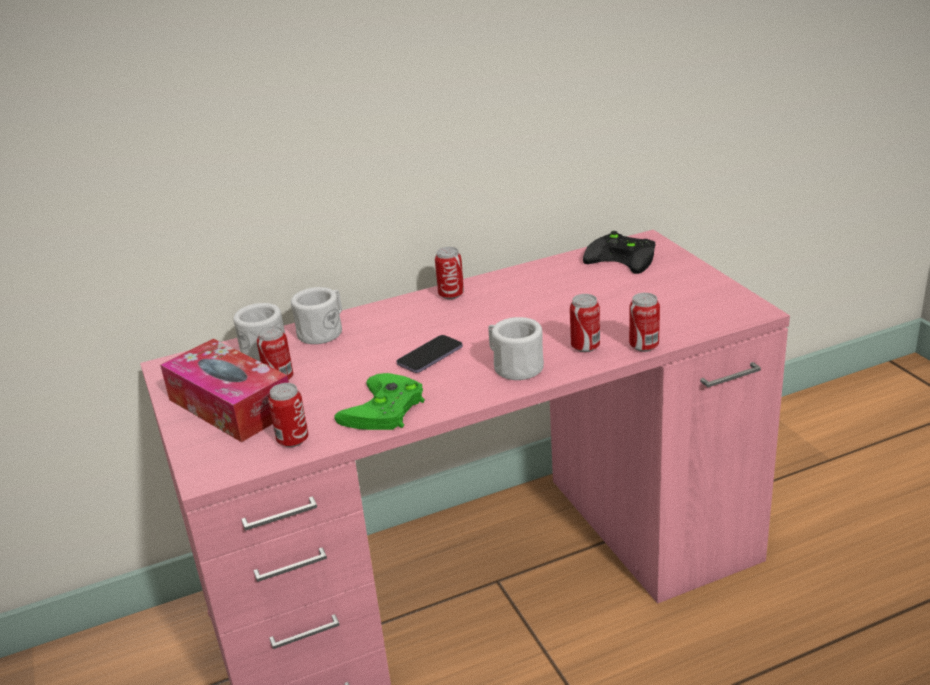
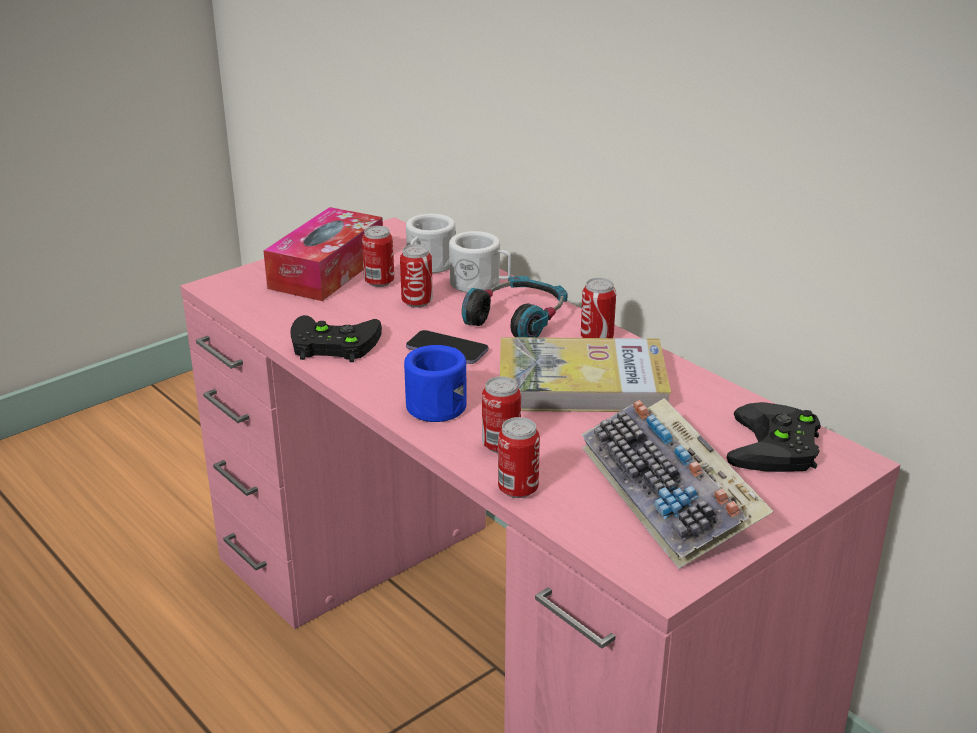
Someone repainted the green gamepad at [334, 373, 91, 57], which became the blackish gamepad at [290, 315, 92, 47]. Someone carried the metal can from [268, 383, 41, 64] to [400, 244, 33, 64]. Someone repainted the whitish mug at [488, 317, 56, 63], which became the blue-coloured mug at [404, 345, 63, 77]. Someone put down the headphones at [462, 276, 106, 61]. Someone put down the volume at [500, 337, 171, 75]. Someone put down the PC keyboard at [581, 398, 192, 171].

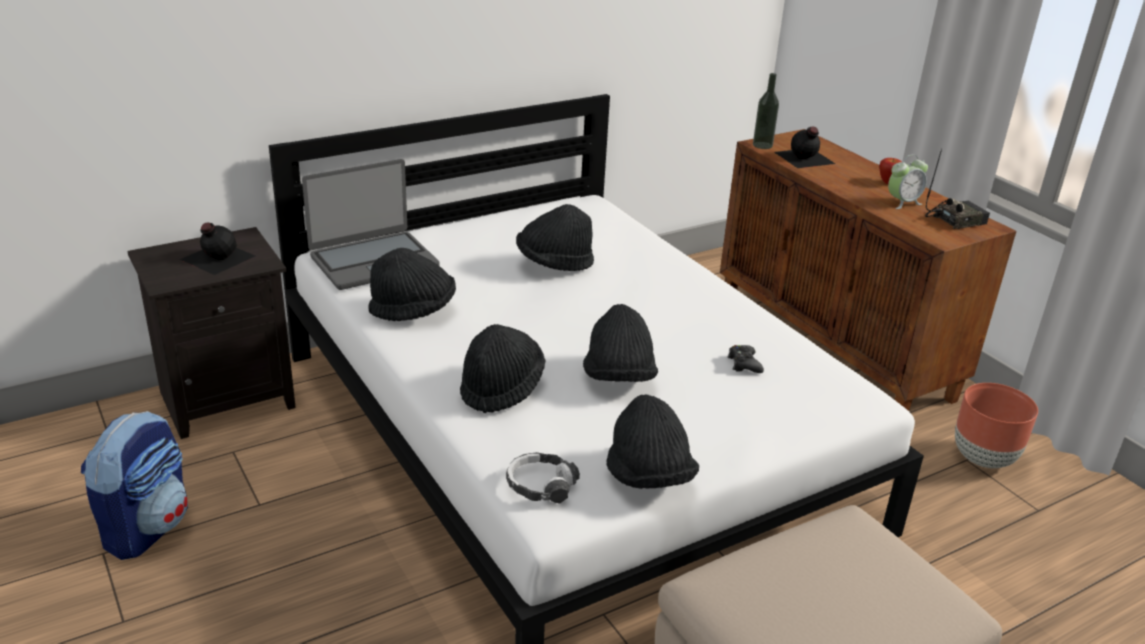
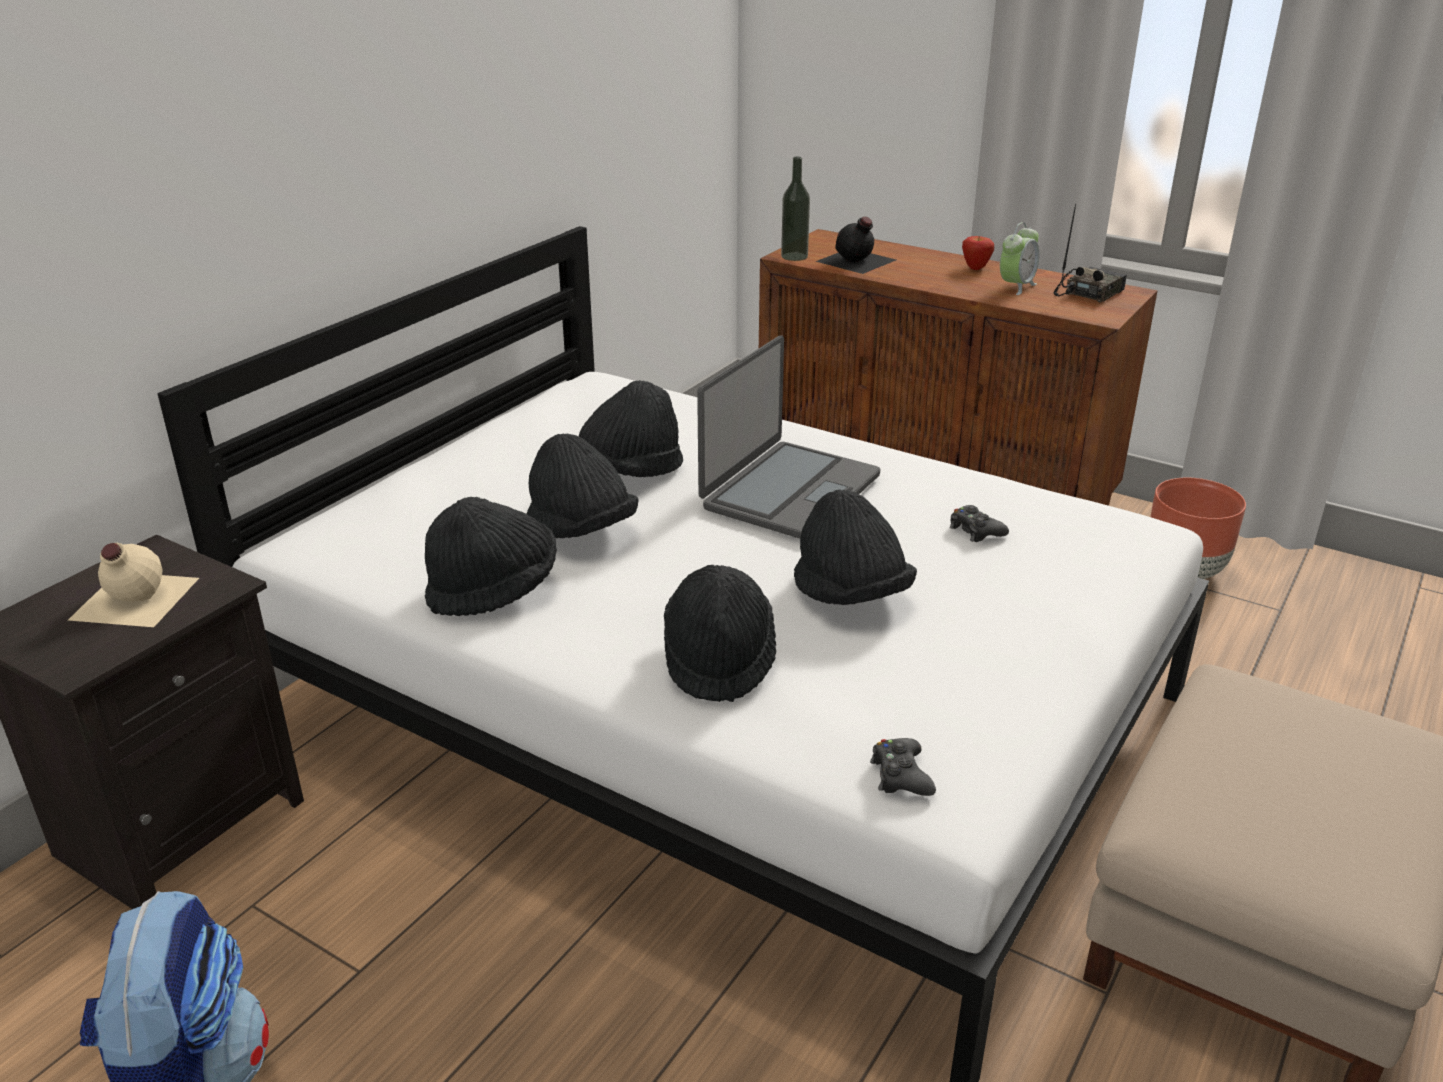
Someone repainted the blackish beverage bottle at [180, 223, 75, 52], which became the beige beverage bottle at [68, 543, 131, 84]. Someone carried the blackish wearable hat from [606, 394, 93, 95] to [527, 434, 112, 104]. Someone carried the notebook computer from [302, 159, 137, 131] to [697, 335, 183, 204]. Someone swapped the headphones at [506, 452, 74, 52] for the blackish gamepad at [870, 738, 66, 58].

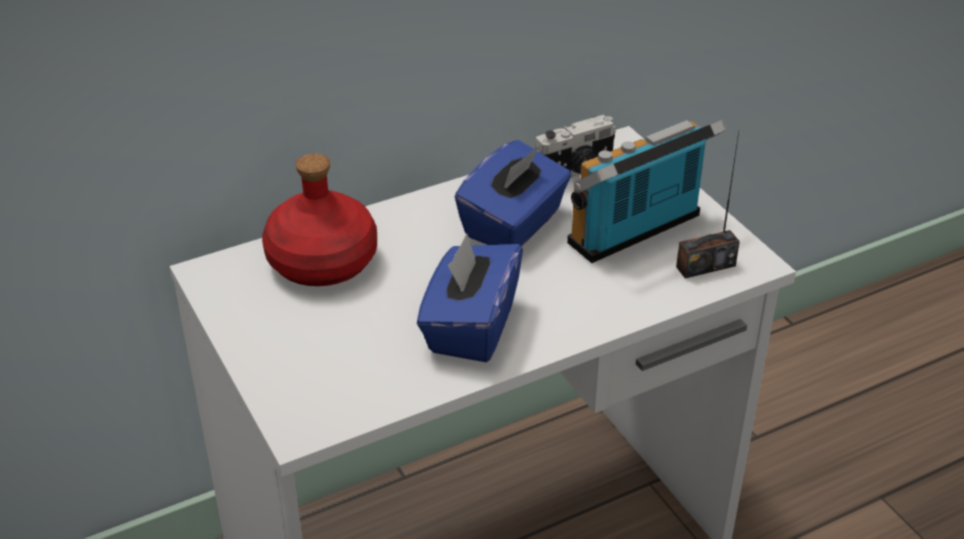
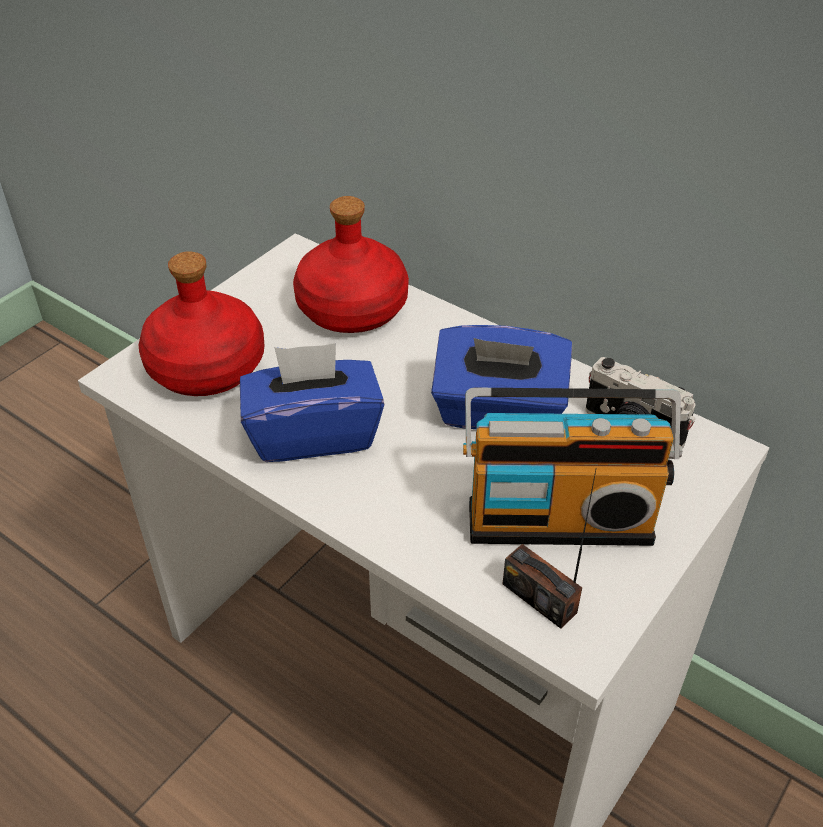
Someone put down the red-coloured beverage bottle at [139, 251, 125, 145]. Someone rotated the radio set at [567, 120, 159, 143] by 150 degrees clockwise.

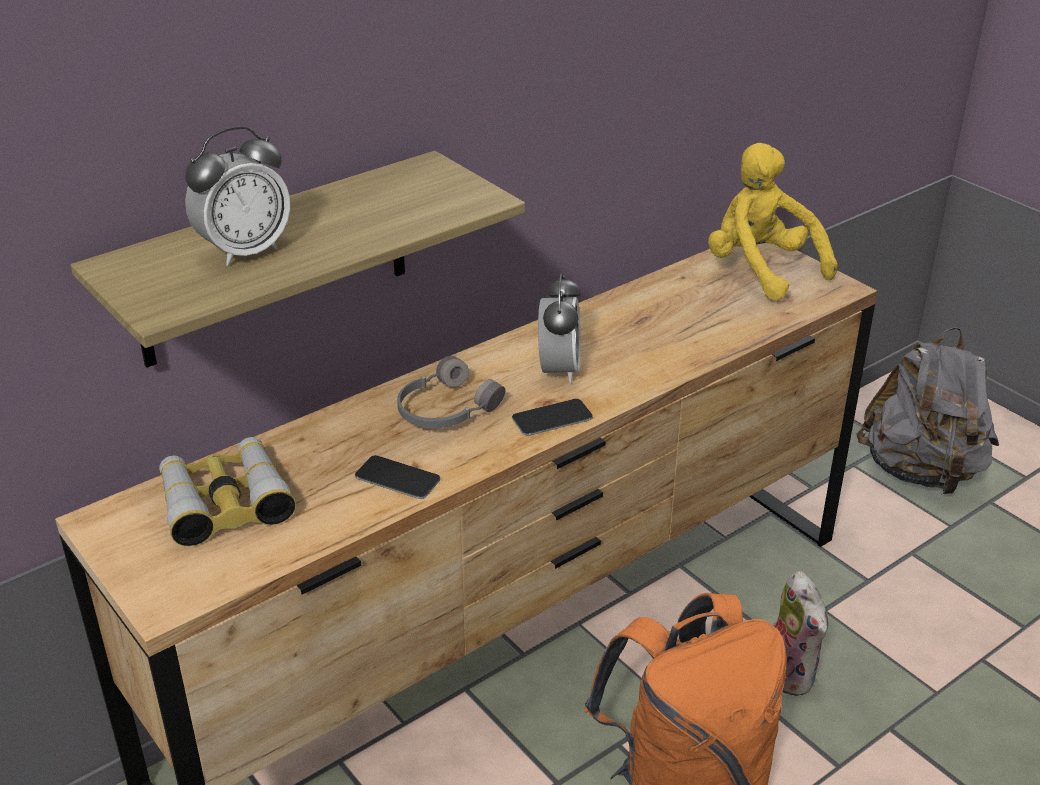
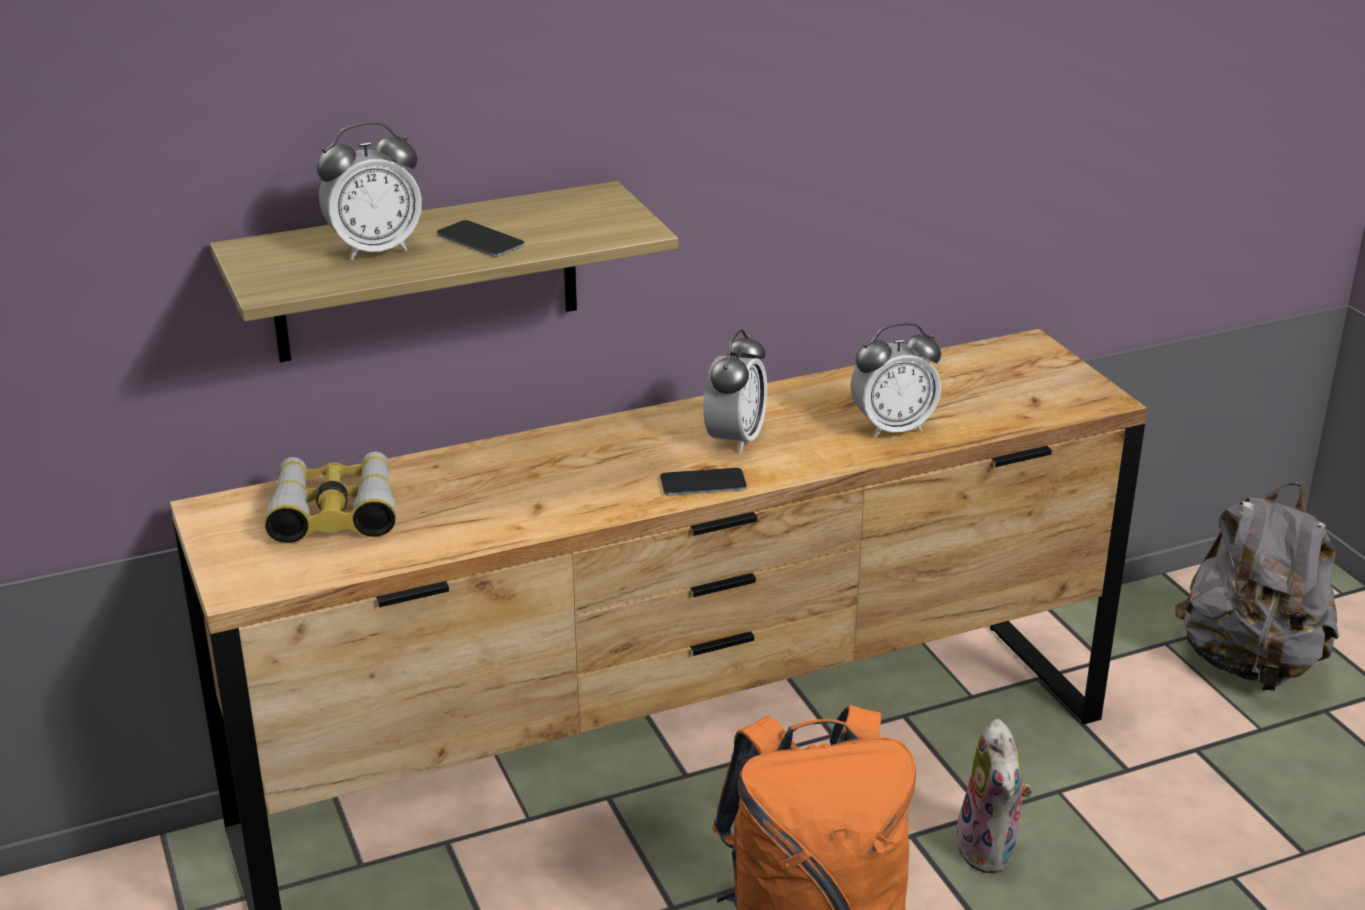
Someone carried the telephone from [355, 455, 85, 44] to [437, 220, 87, 37]. Someone put down the table clock at [851, 323, 90, 115]. Someone took away the grey headphones at [397, 356, 108, 72]. Someone took away the yellow cuddly toy at [708, 143, 130, 158].

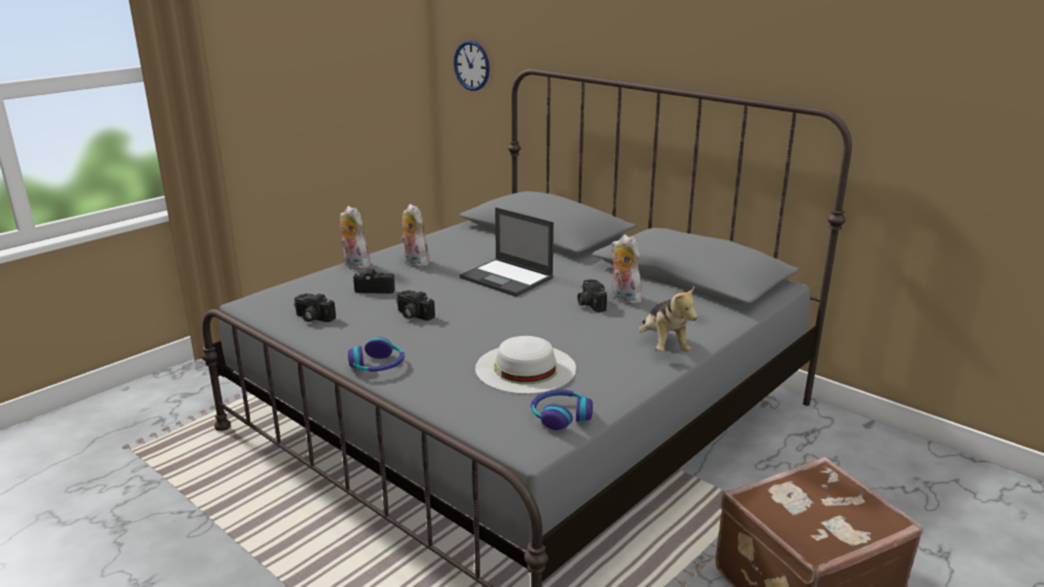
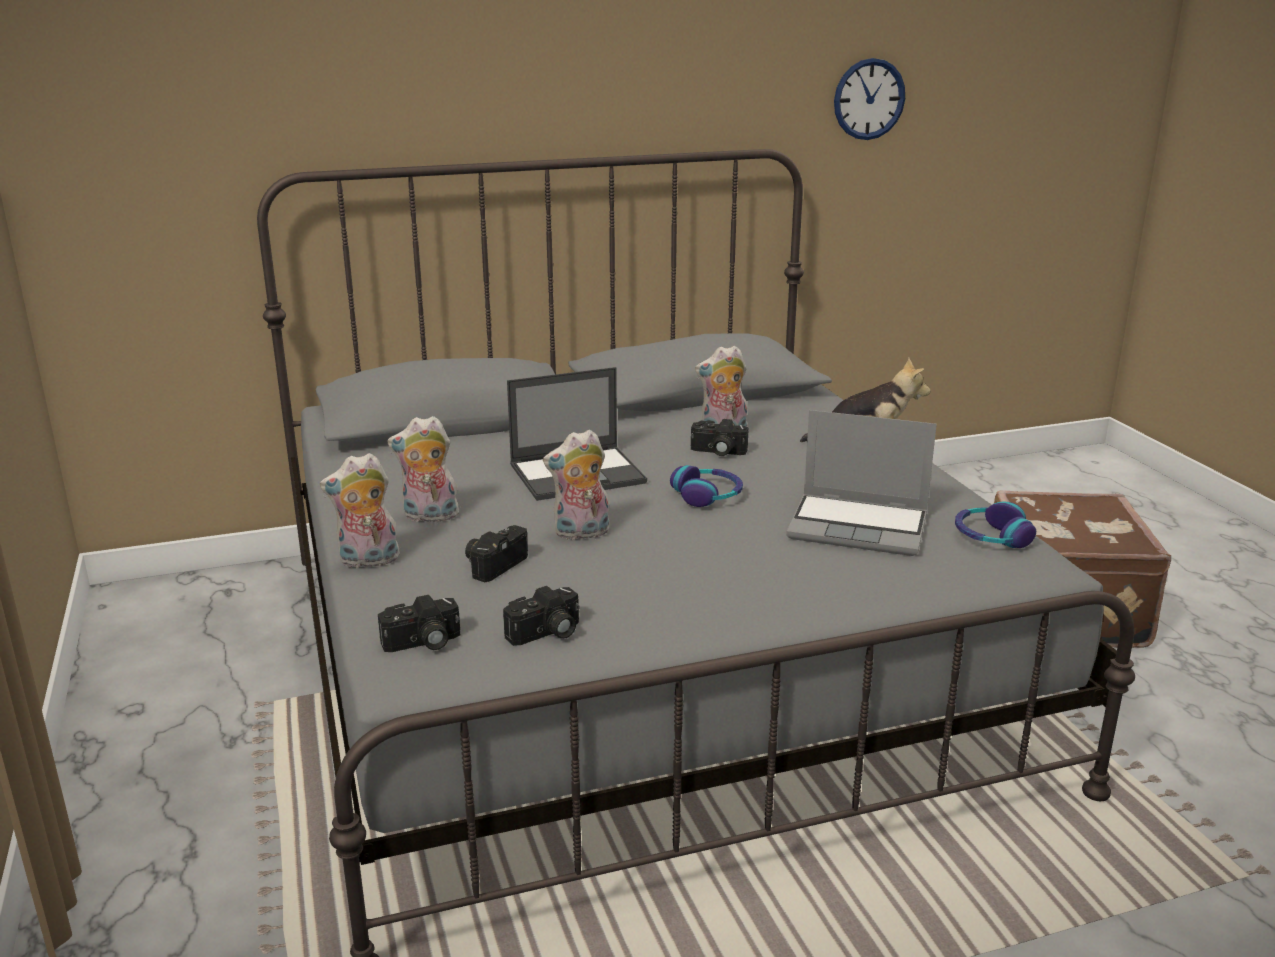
Someone carried the still camera from [396, 290, 39, 31] to [378, 595, 82, 57]. Someone put down the cuddly toy at [543, 429, 66, 111]. Someone carried the headphones from [348, 337, 56, 35] to [670, 465, 73, 42]. Someone swapped the whitish wearable hat at [475, 336, 101, 58] for the notebook computer at [786, 410, 151, 146]. Someone carried the hanging clock from [454, 40, 36, 51] to [834, 58, 71, 82].

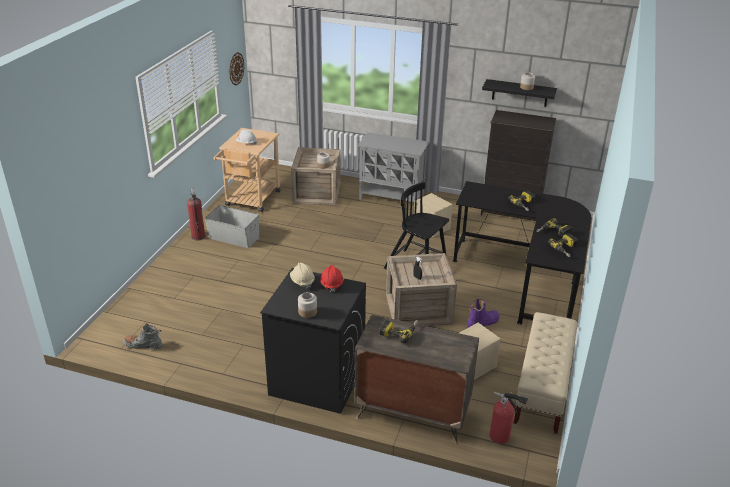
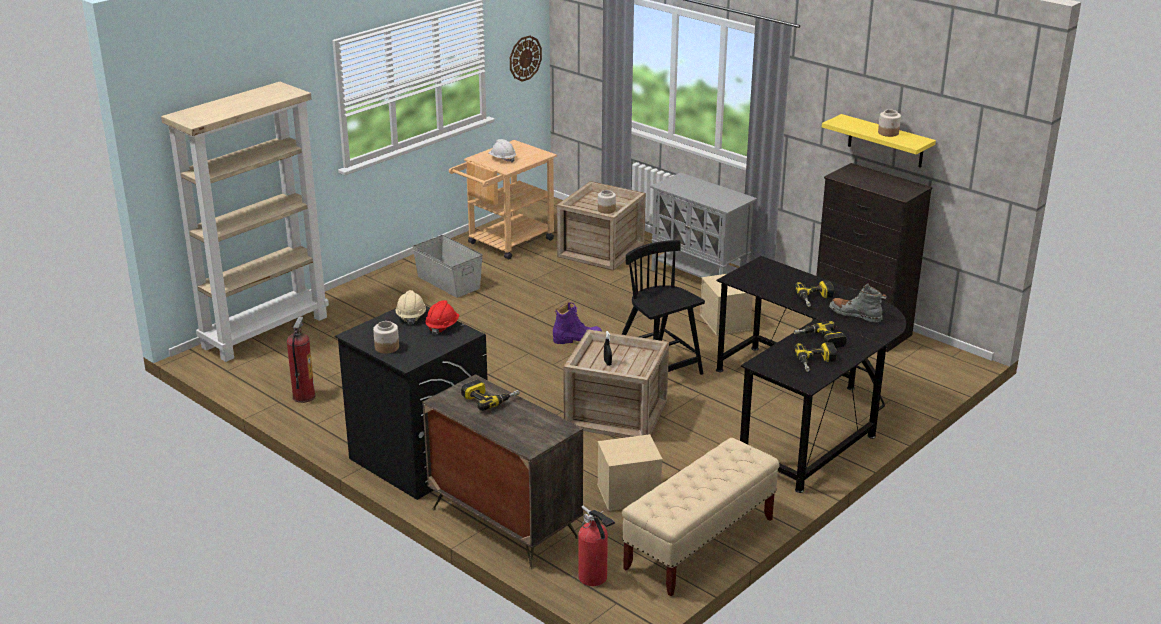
Someone put down the beige bookshelf at [161, 82, 168, 280]. Someone carried the extinguisher from [187, 187, 18, 53] to [287, 317, 28, 86]. Someone carried the purple-coloured high-top boot from [467, 299, 32, 29] to [553, 302, 49, 42]. Someone repainted the blackish bracket shelf at [482, 79, 75, 28], which became the yellow bracket shelf at [822, 114, 114, 54]. Someone carried the grey high-top boot from [123, 323, 39, 27] to [829, 283, 58, 40].

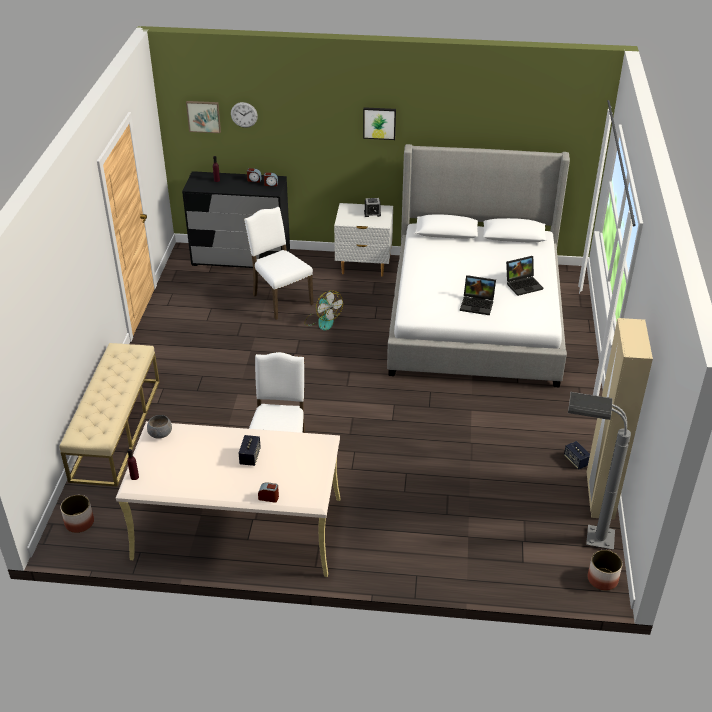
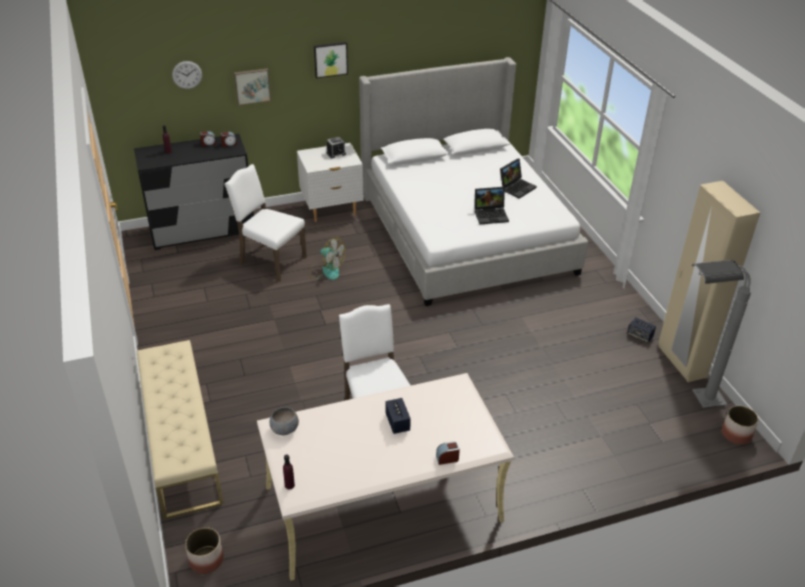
Someone carried the wall picture from [186, 101, 35, 32] to [234, 69, 37, 36].

